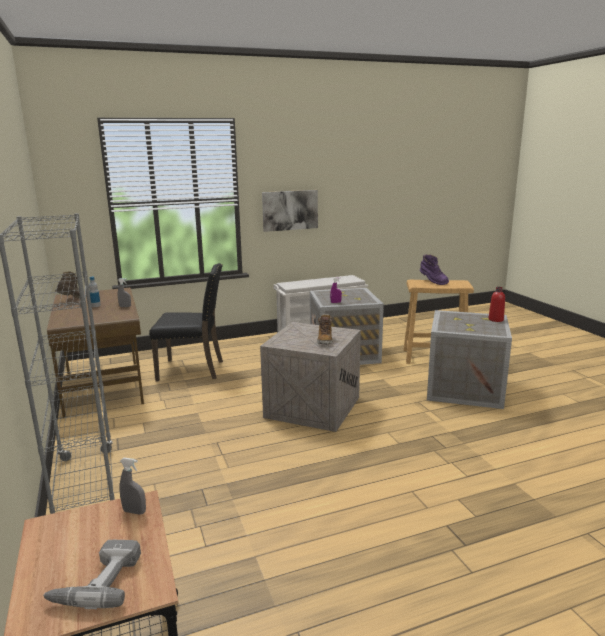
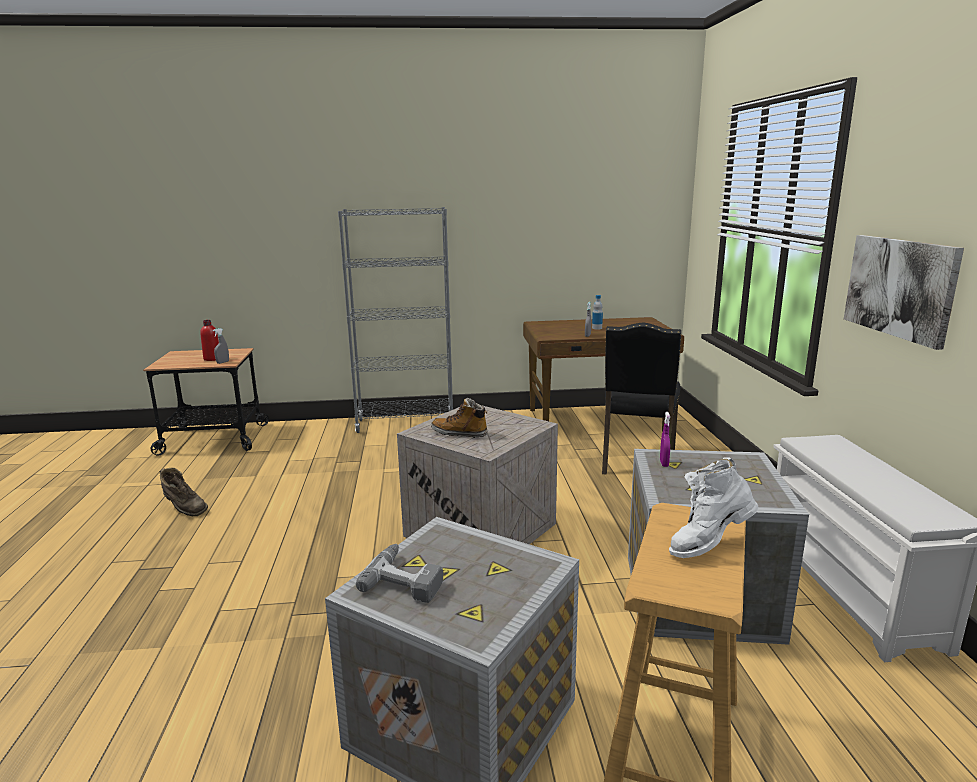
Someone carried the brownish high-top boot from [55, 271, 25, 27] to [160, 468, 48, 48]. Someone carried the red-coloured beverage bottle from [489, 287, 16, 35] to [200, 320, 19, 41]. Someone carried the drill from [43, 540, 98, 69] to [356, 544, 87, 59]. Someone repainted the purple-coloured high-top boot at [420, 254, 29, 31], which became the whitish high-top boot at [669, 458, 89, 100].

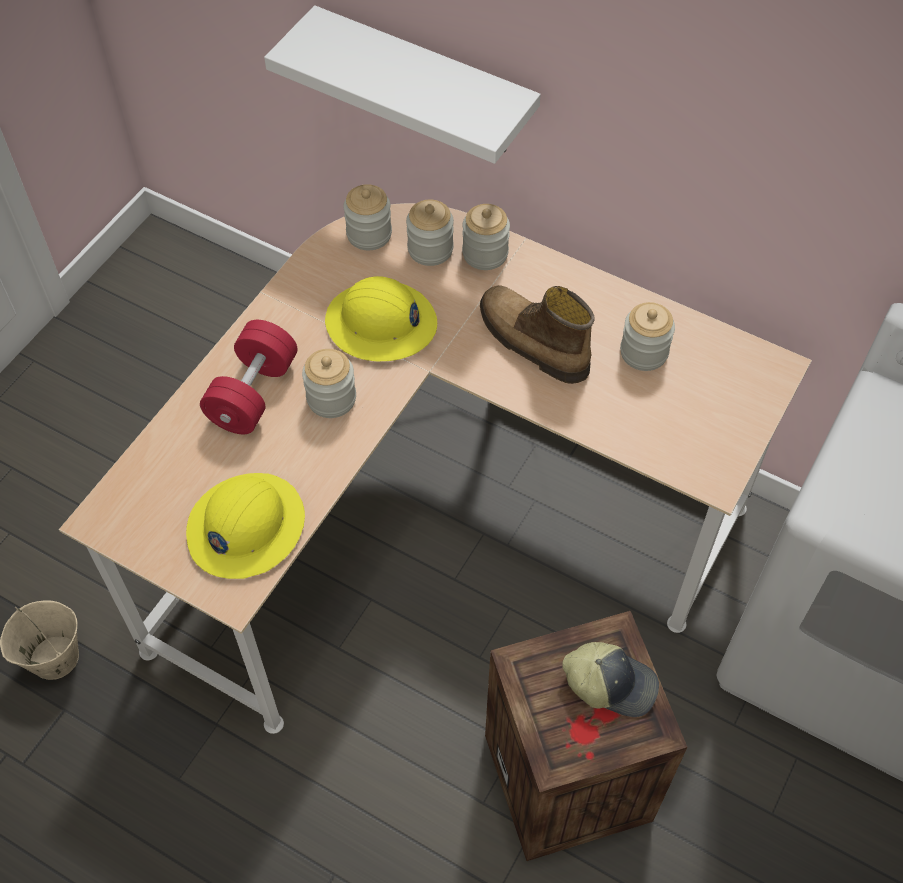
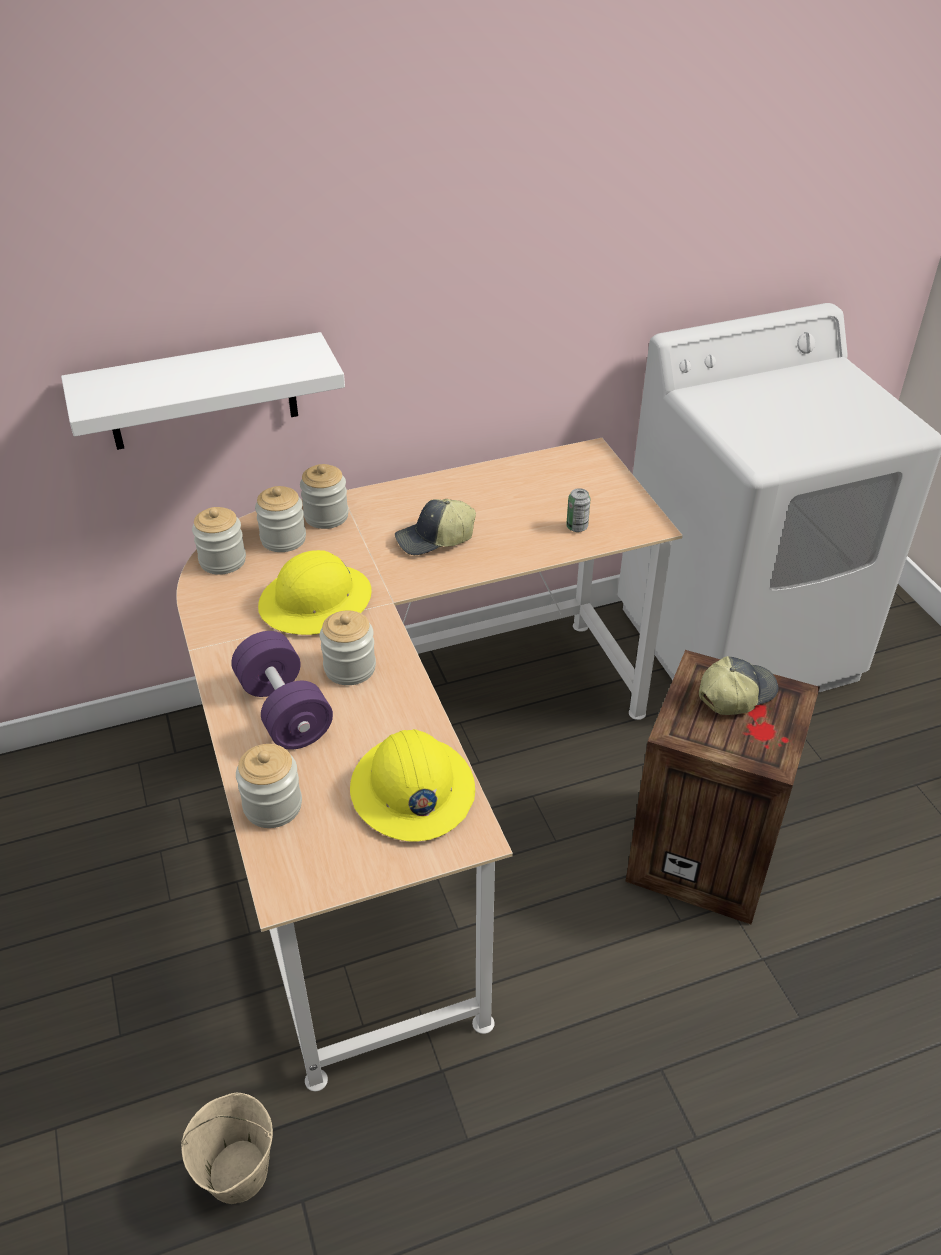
Someone repainted the red-coloured free weight at [200, 320, 97, 114], which became the purple-coloured free weight at [231, 631, 102, 119]. Someone carried the storage jar from [620, 302, 55, 69] to [236, 744, 66, 84]. Someone swapped the high-top boot at [480, 285, 115, 99] for the baseball cap at [395, 499, 81, 56]. Someone put down the metal can at [566, 488, 25, 44].

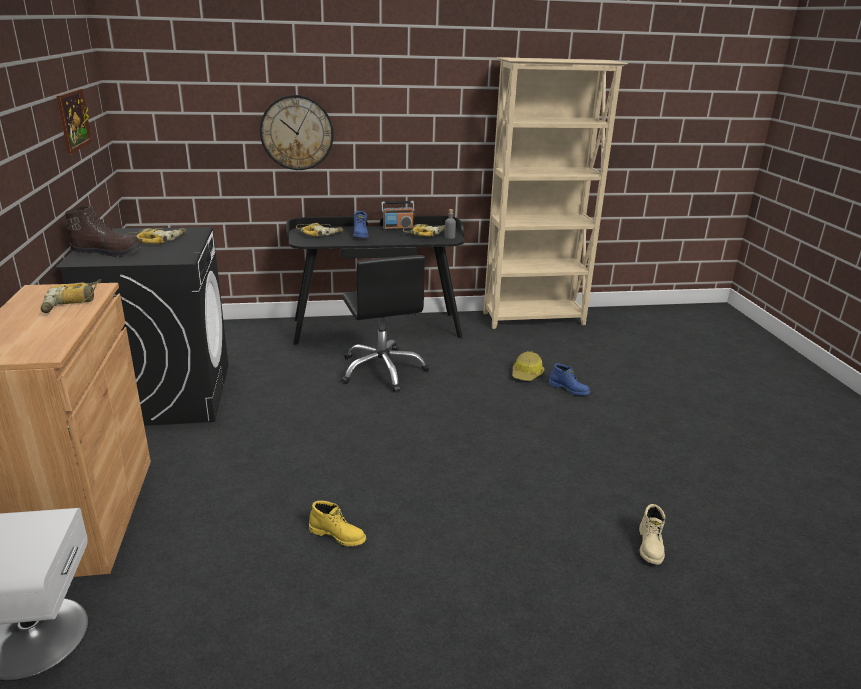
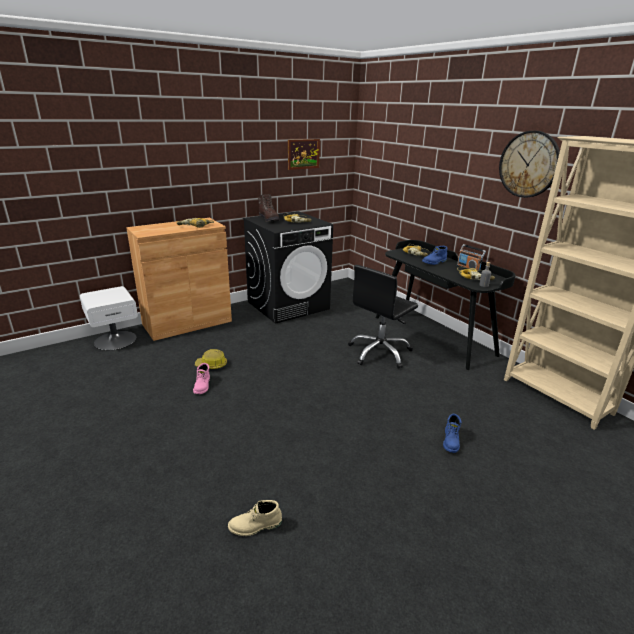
Someone repainted the yellow high-top boot at [309, 501, 57, 45], which became the pink-coloured high-top boot at [193, 363, 17, 31]. Someone carried the safety helmet from [512, 351, 32, 30] to [195, 349, 32, 20]. Someone carried the hanging clock from [260, 95, 74, 75] to [499, 131, 61, 67].

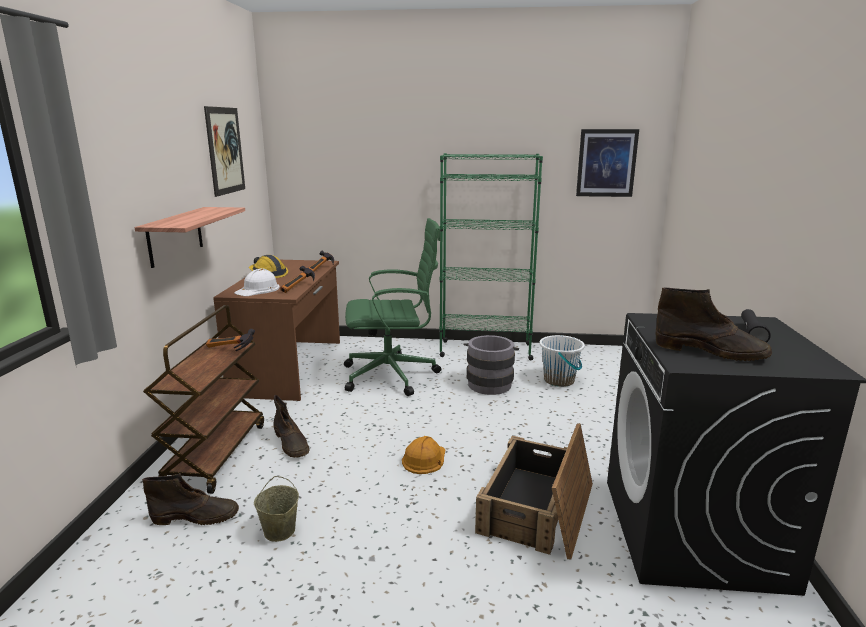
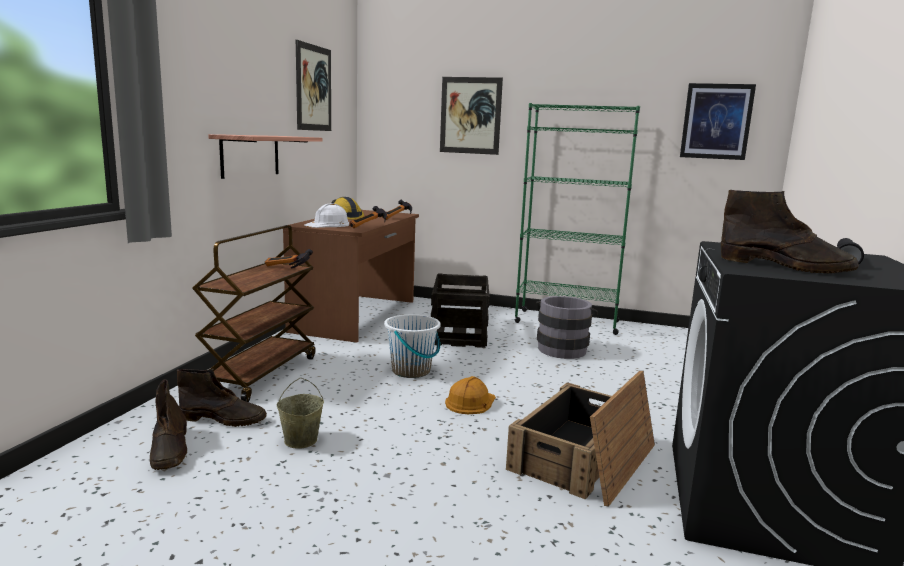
Someone carried the brownish high-top boot from [273, 395, 36, 63] to [150, 380, 38, 90]. Someone carried the whitish pail from [539, 335, 46, 52] to [384, 314, 57, 64]. Someone swapped the green computer chair at [344, 218, 97, 178] for the packing crate at [431, 273, 59, 75]. Someone put up the wall picture at [440, 77, 63, 78].

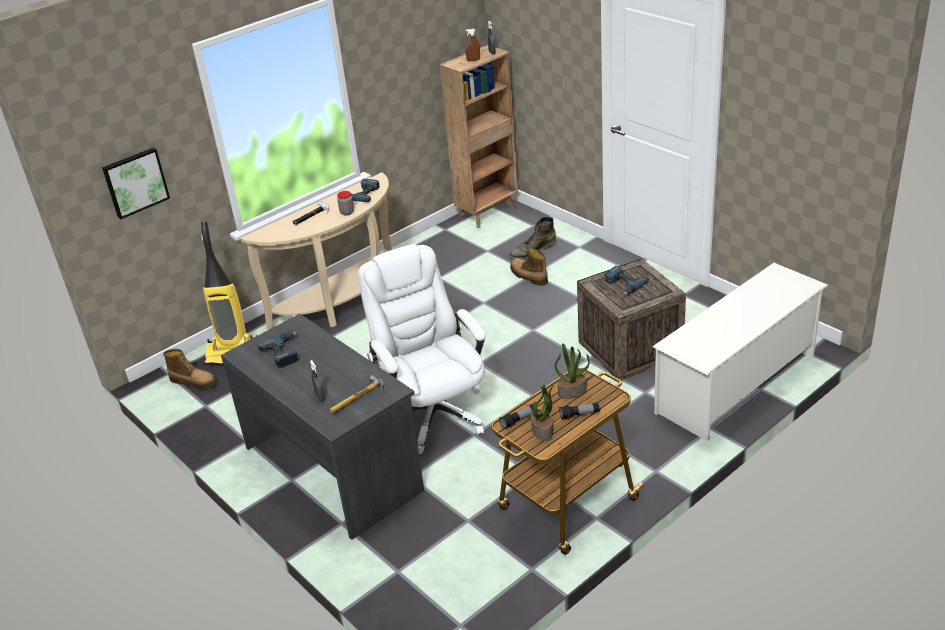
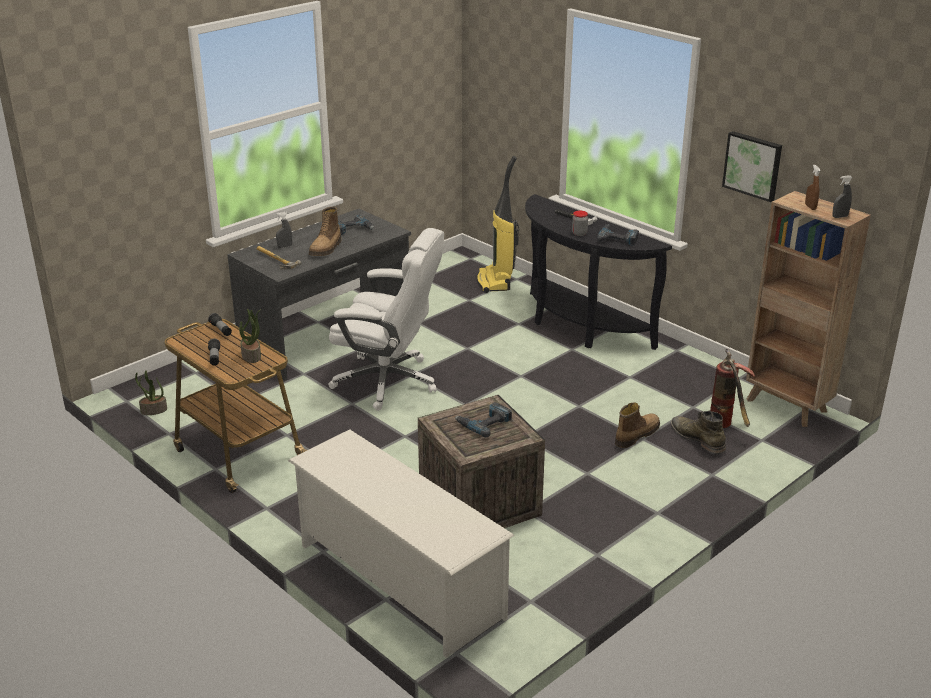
Someone carried the plant in a pot from [531, 385, 24, 56] to [135, 370, 32, 45]. Someone carried the high-top boot from [163, 349, 54, 40] to [309, 207, 32, 49]. Someone rotated the whitish computer chair at [358, 244, 128, 210] by 45 degrees clockwise. Someone repainted the beige console table at [241, 172, 151, 158], which became the blackish console table at [525, 194, 147, 156]. Someone put down the extinguisher at [710, 349, 45, 79]. Someone carried the wall picture from [102, 148, 68, 71] to [722, 131, 60, 71].

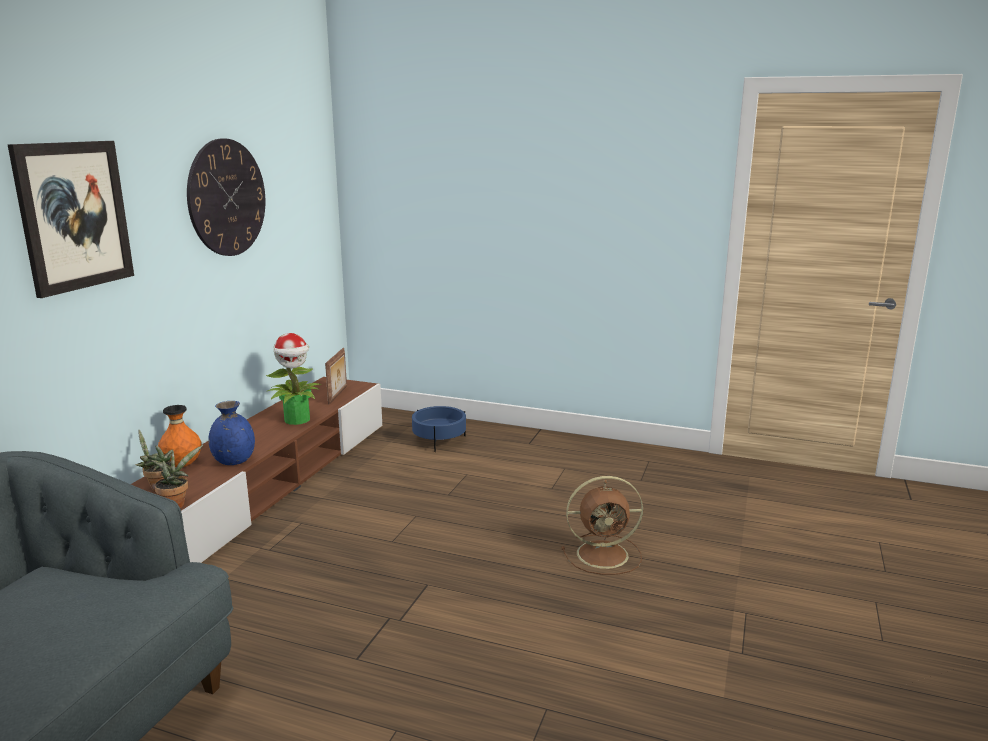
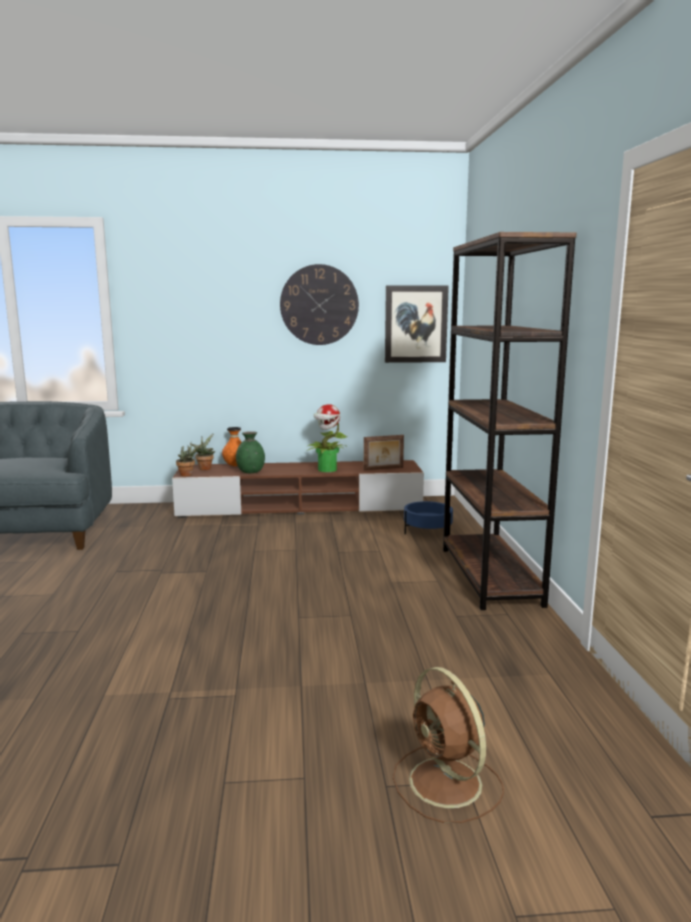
Someone repainted the blue-coloured vase at [208, 401, 47, 64], which became the green vase at [236, 431, 29, 42]. Someone carried the wall picture from [8, 141, 126, 157] to [385, 285, 64, 78]. Someone carried the brownish electric fan from [561, 476, 82, 99] to [393, 667, 111, 156]. Someone put down the brownish bookshelf at [443, 232, 133, 378].

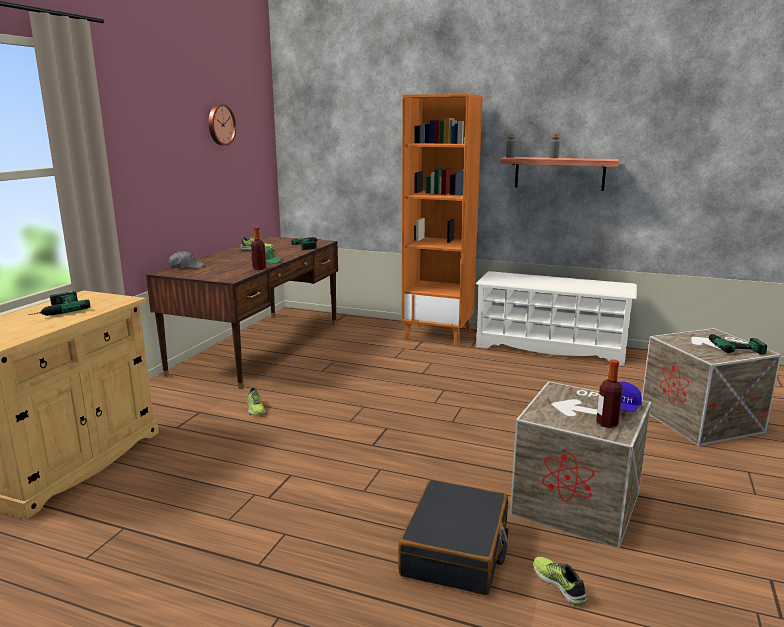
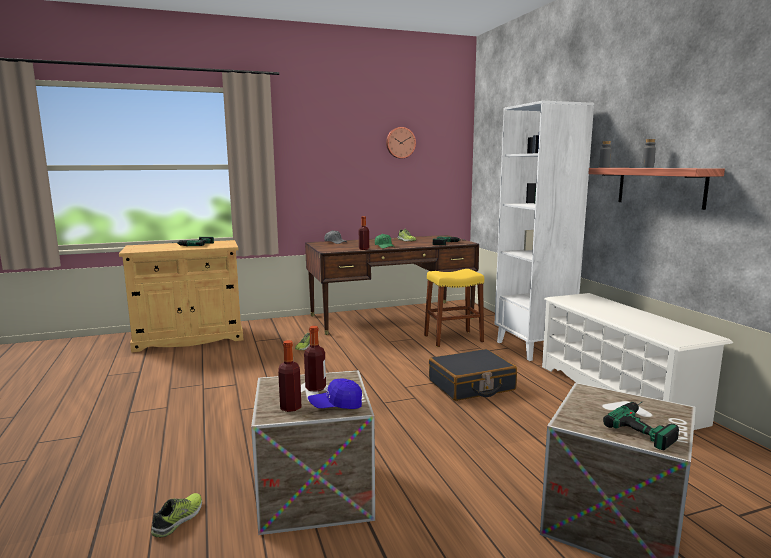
Someone put down the beverage bottle at [304, 326, 22, 66]. Someone put down the yellow stool at [424, 269, 60, 78]. Someone carried the blackish piece of luggage from [398, 480, 110, 115] to [429, 349, 88, 52]. Someone repainted the orange bookshelf at [402, 94, 81, 252], which became the whitish bookshelf at [495, 101, 99, 260].

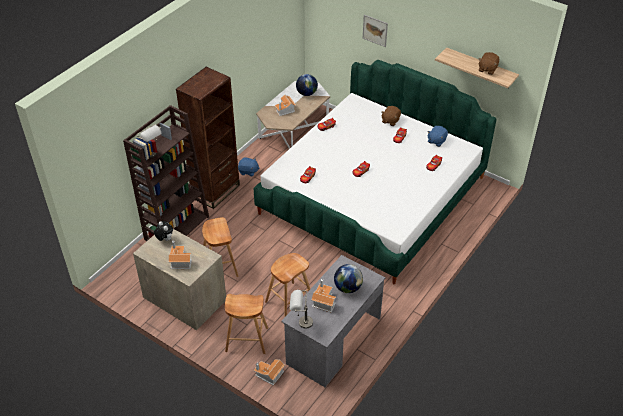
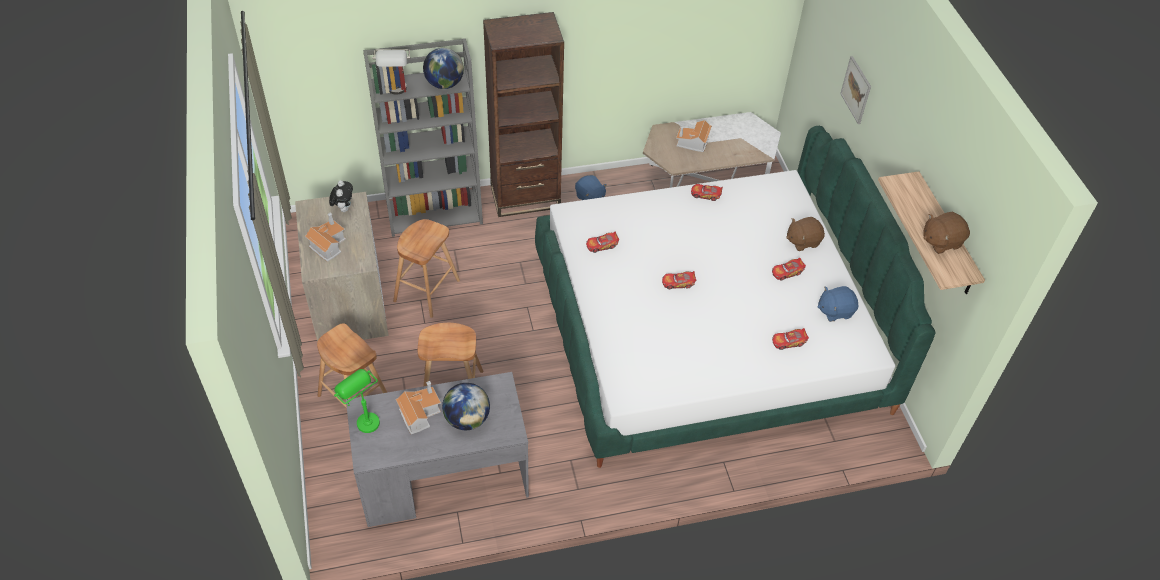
Someone repainted the grey tabletop lamp at [290, 289, 23, 40], which became the green tabletop lamp at [334, 369, 46, 64]. Someone repainted the brownish bookshelf at [123, 105, 86, 136], which became the grey bookshelf at [363, 38, 120, 199]. Someone carried the globe from [296, 74, 22, 22] to [423, 48, 41, 41]. Someone took away the toy house at [253, 359, 32, 26].

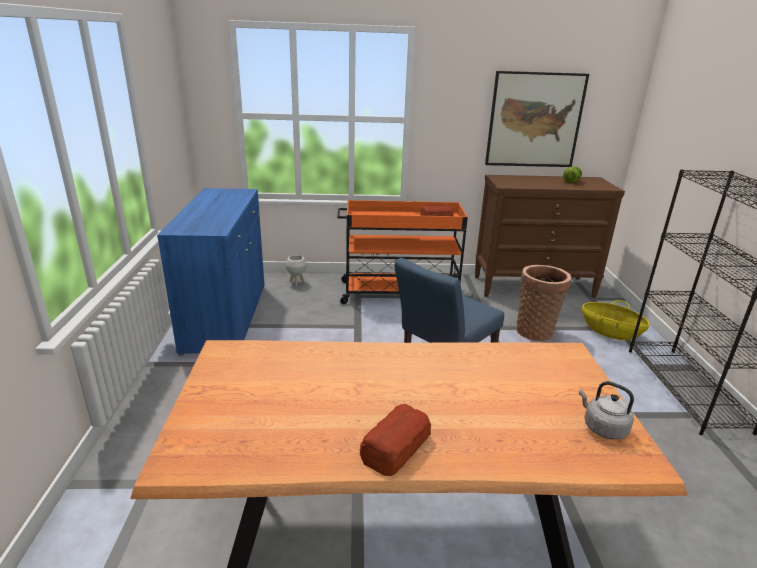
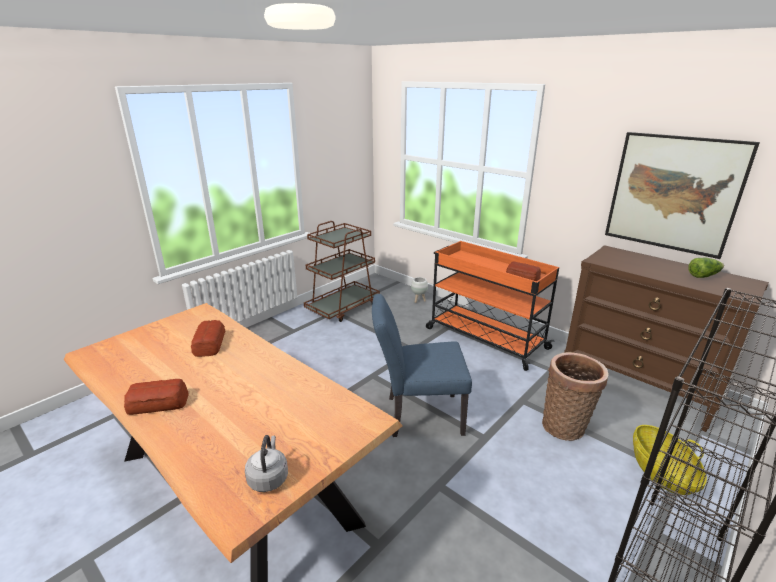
Someone put down the bakery bread at [191, 320, 34, 37]. Someone swapped the blue-coloured cupboard at [157, 188, 108, 168] for the brownish trolley at [304, 221, 76, 101].

